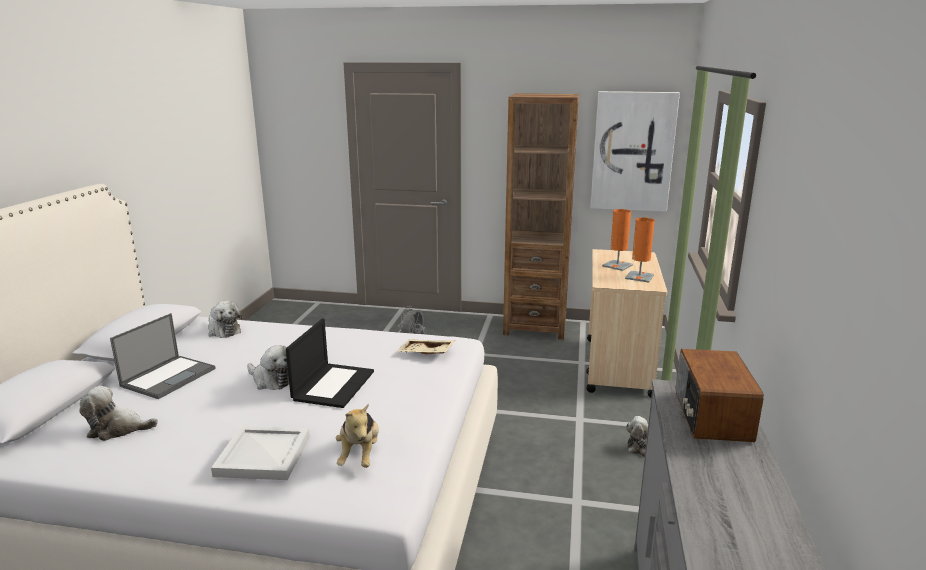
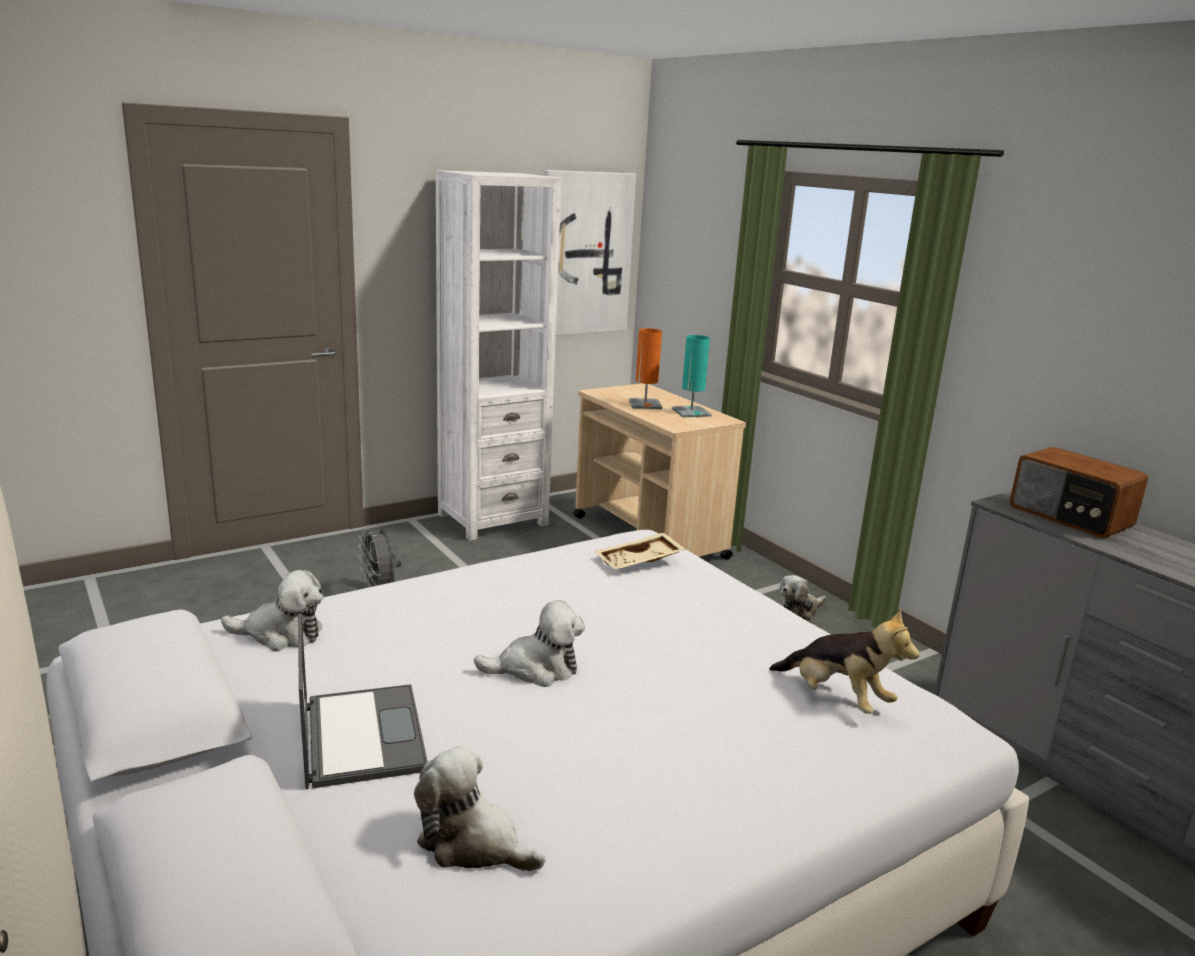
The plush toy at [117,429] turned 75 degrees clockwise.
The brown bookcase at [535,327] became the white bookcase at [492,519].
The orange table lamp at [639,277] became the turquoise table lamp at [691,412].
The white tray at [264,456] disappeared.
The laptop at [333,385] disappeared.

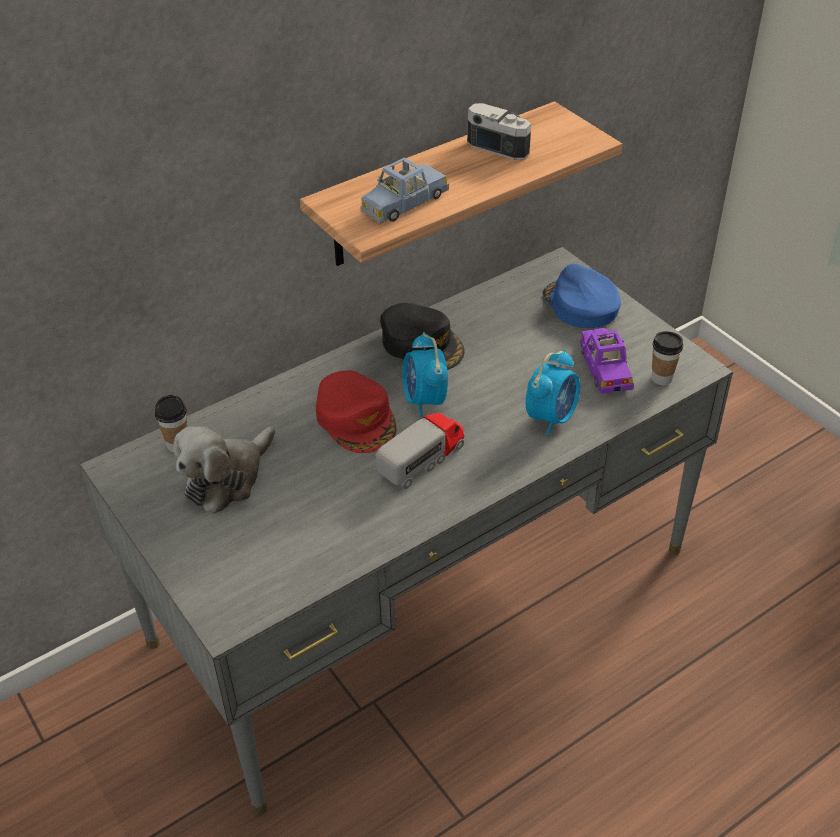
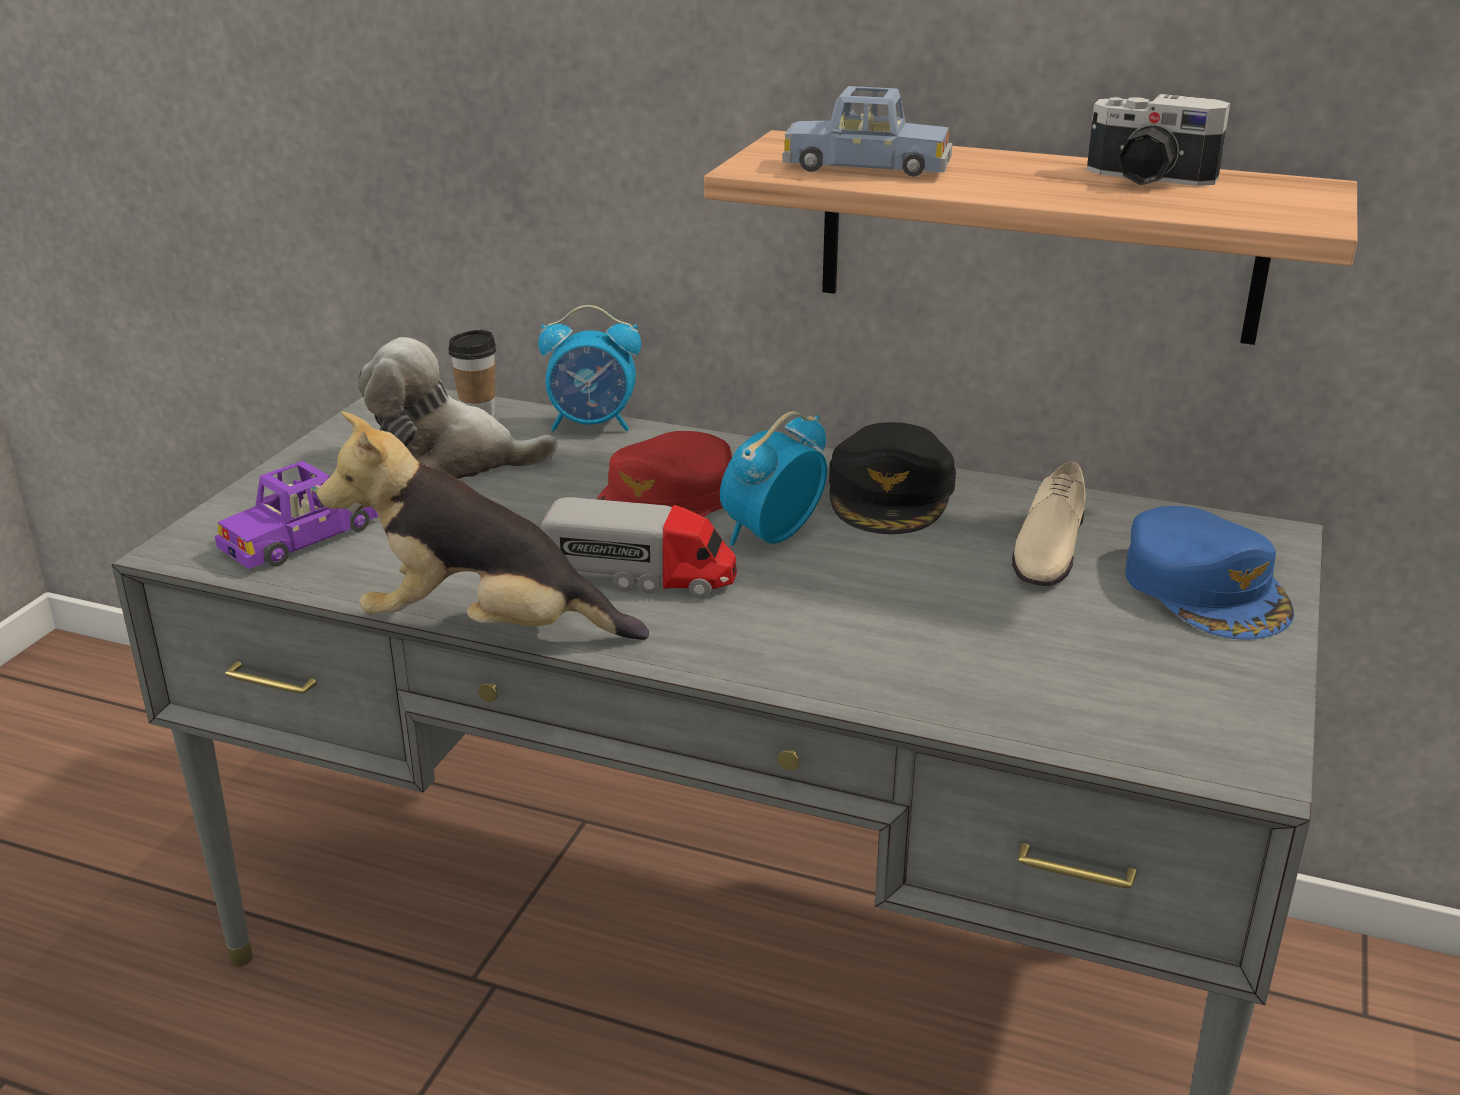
The purple toy car moved from [604,368] to [303,538].
The plush toy at [487,630] appeared.
The alarm clock moved from [551,417] to [593,425].
The beige shoe at [1048,547] appeared.
The photo camera at [502,144] turned 120 degrees clockwise.
The blue cap at [580,305] turned 135 degrees clockwise.
The cup at [661,378] disappeared.

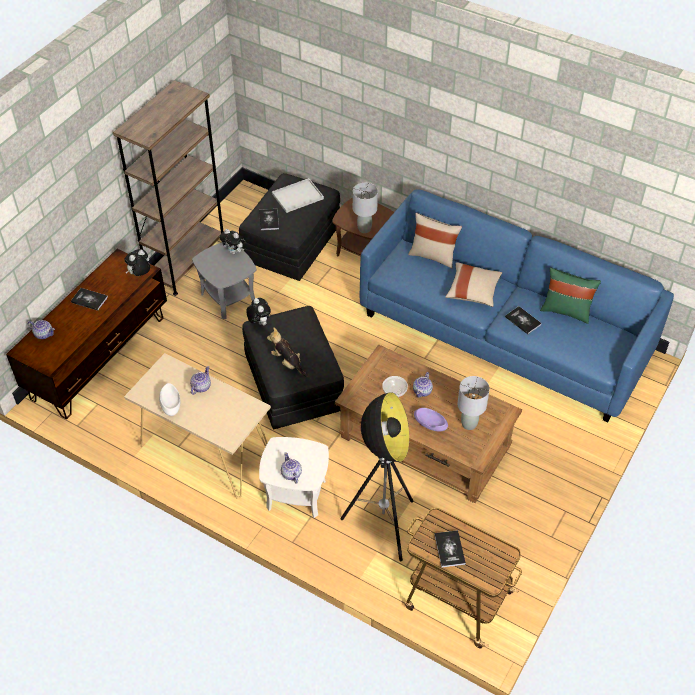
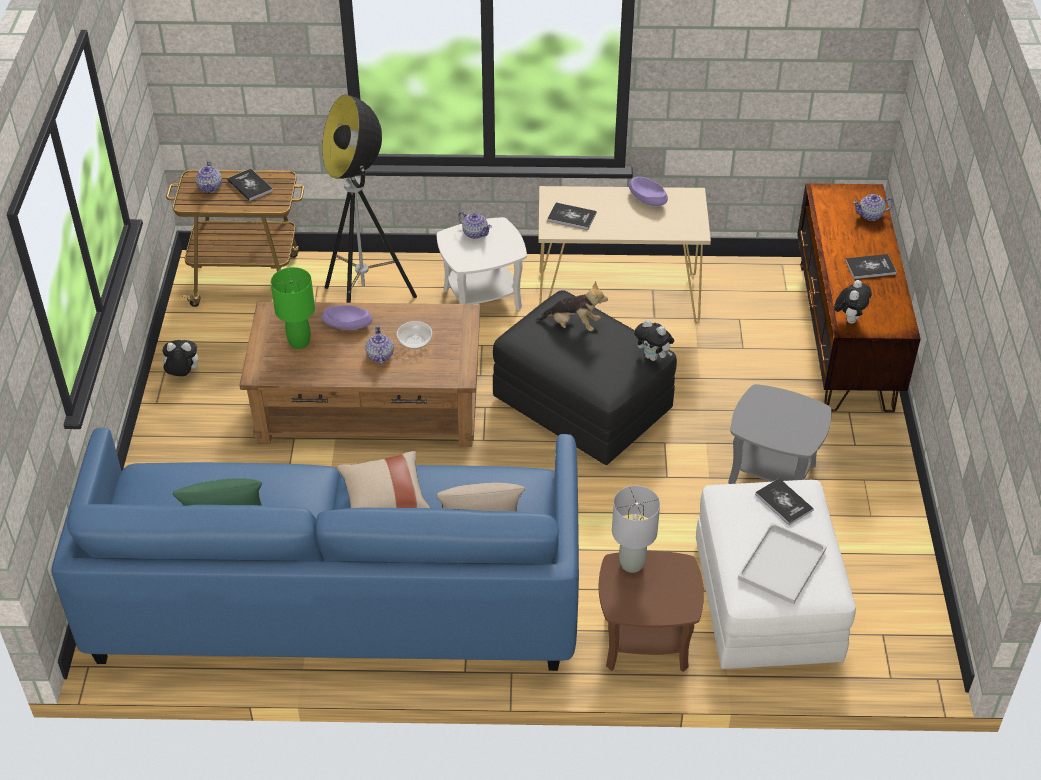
The plush toy moved from [234,252] to [182,375].
The teapot moved from [201,387] to [210,187].
The grey table lamp at [469,424] became the green table lamp at [299,342].
The book moved from [523,321] to [571,217].
The white bowl at [170,404] became the purple bowl at [647,199].
The black ottoman at [291,244] became the white ottoman at [765,600].
The brown bookcase at [186,262] disappeared.

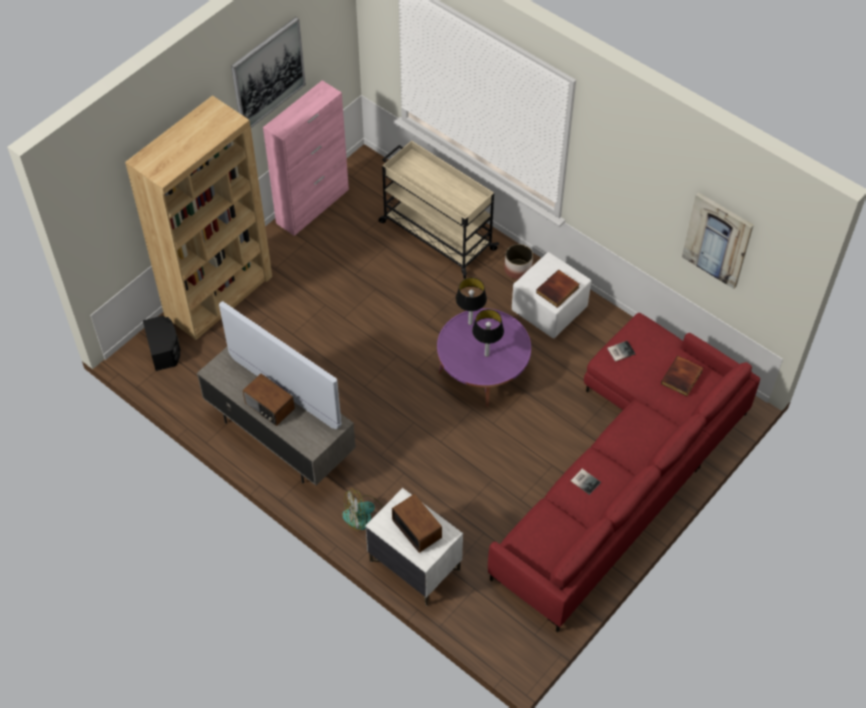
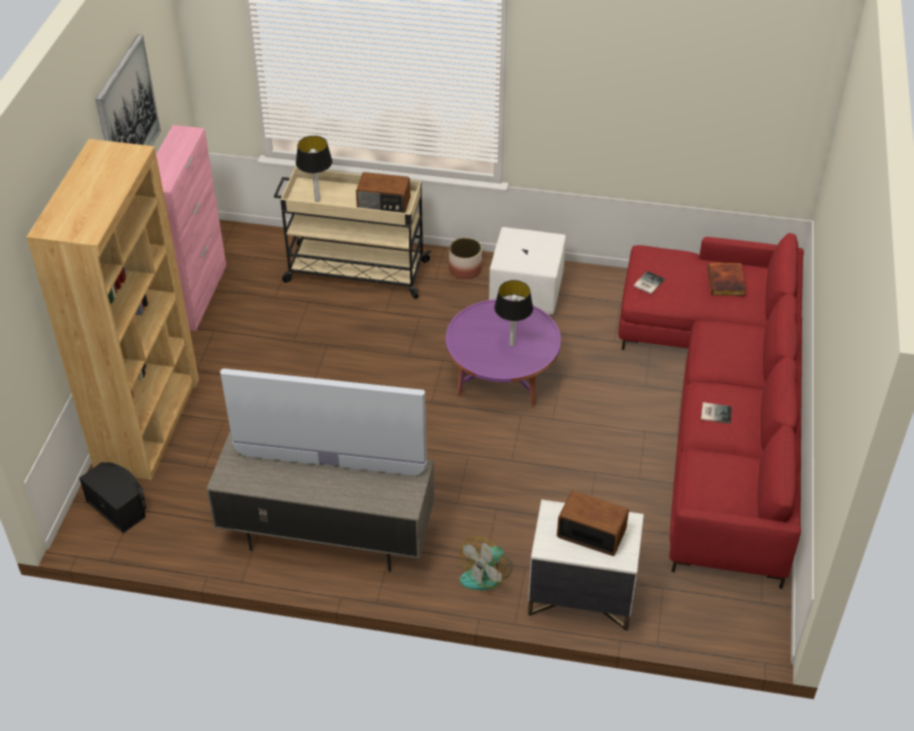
The table lamp moved from [470,323] to [317,200].
The radio moved from [269,407] to [384,205].
The book at [558,290] disappeared.
The picture at [717,240] disappeared.

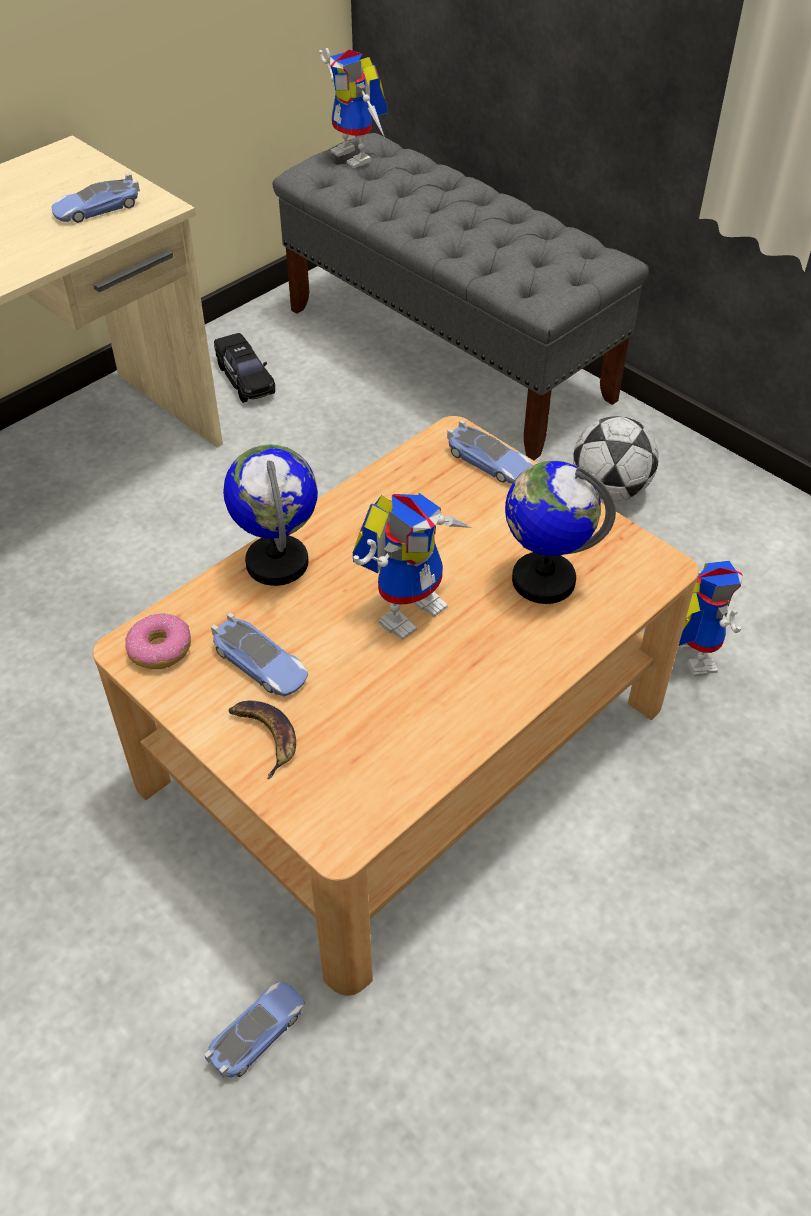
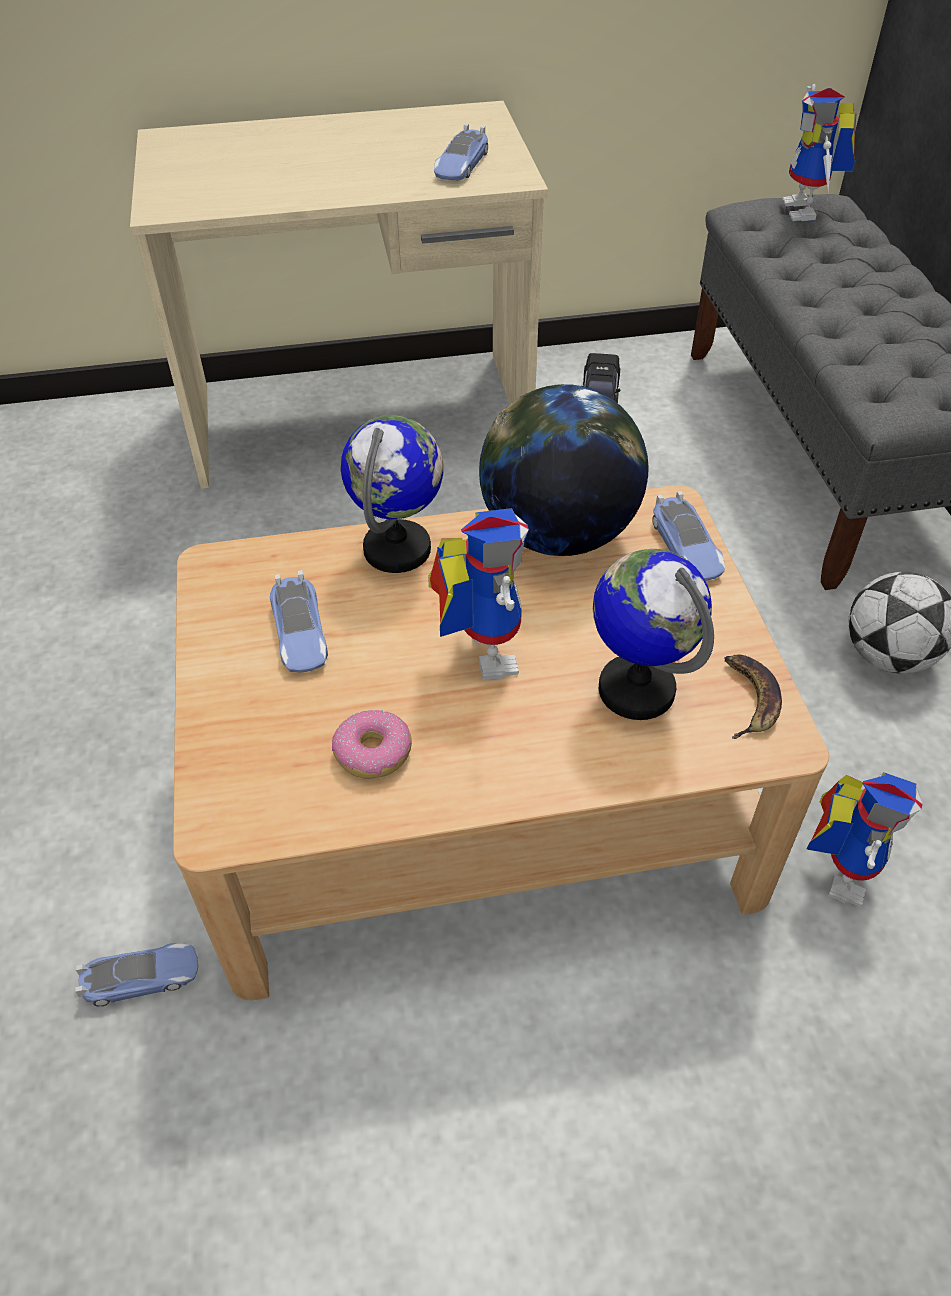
The donut moved from [160,648] to [373,752].
The toy robot at [409,606] turned 90 degrees counterclockwise.
The toy car at [97,209] turned 75 degrees counterclockwise.
The globe at [558,535] appeared.
The banana moved from [264,736] to [748,698].

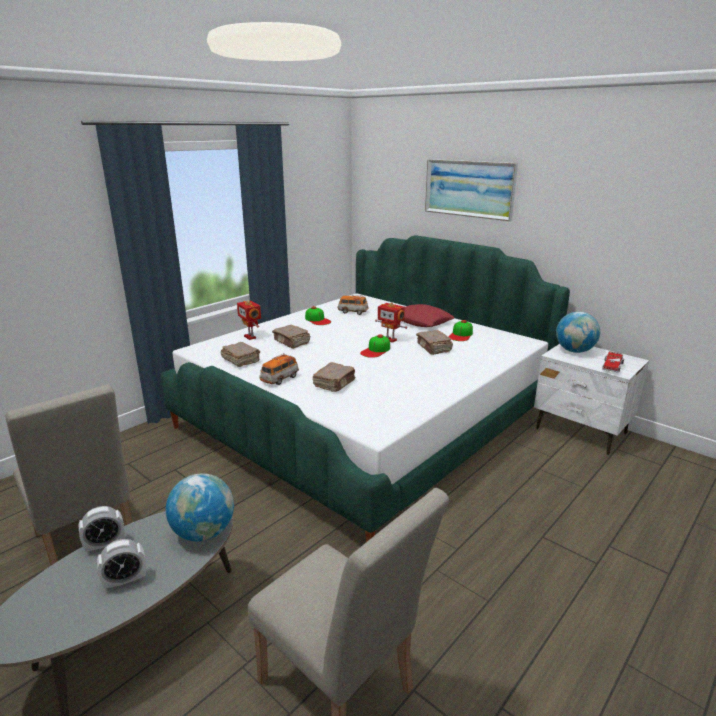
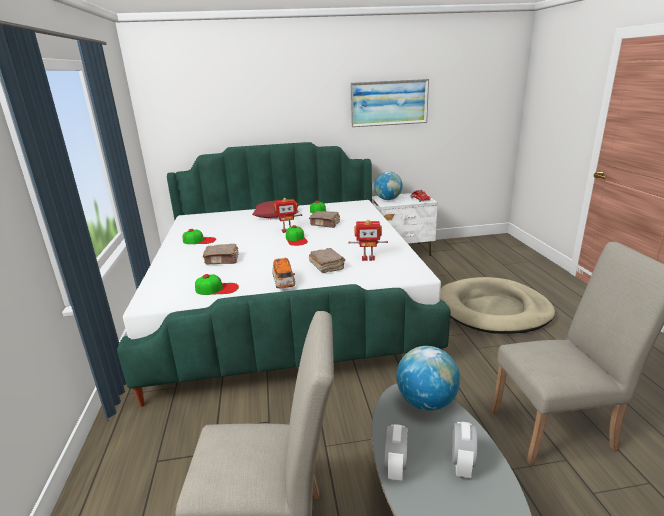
The brown book at [240,360] was replaced by the cap at [217,288].
The toy robot moved from [251,337] to [368,258].
The picture moved from [469,188] to [389,103].
The beige dog bed at [493,309] appeared.
The toy car at [352,312] disappeared.

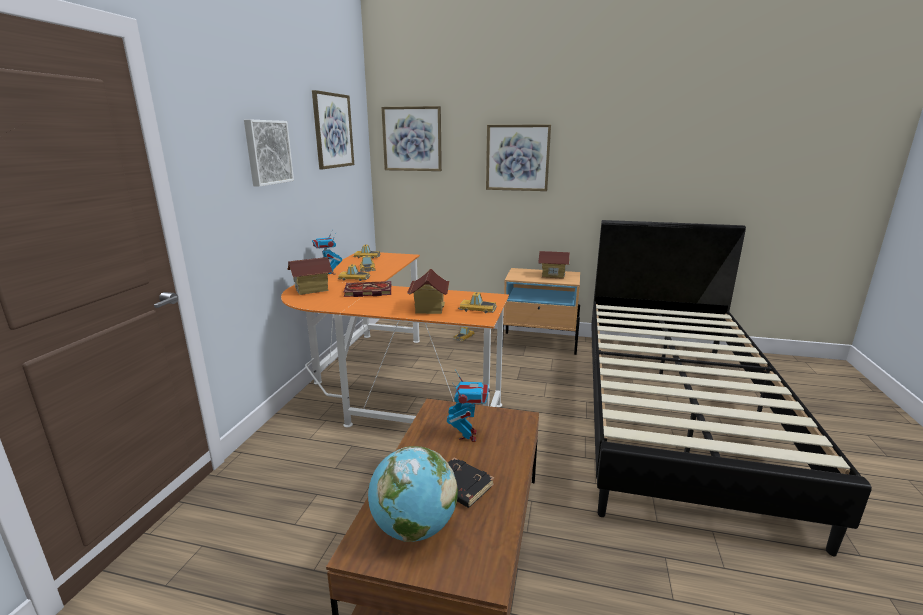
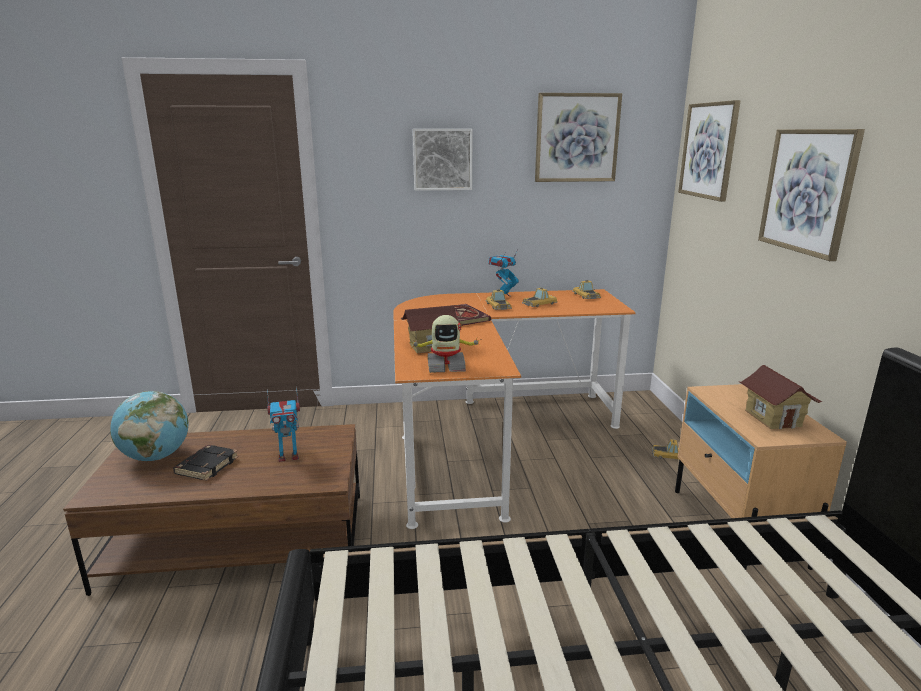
The toy car at [477,309] was replaced by the toy robot at [446,366].
The toy house at [312,290] disappeared.

